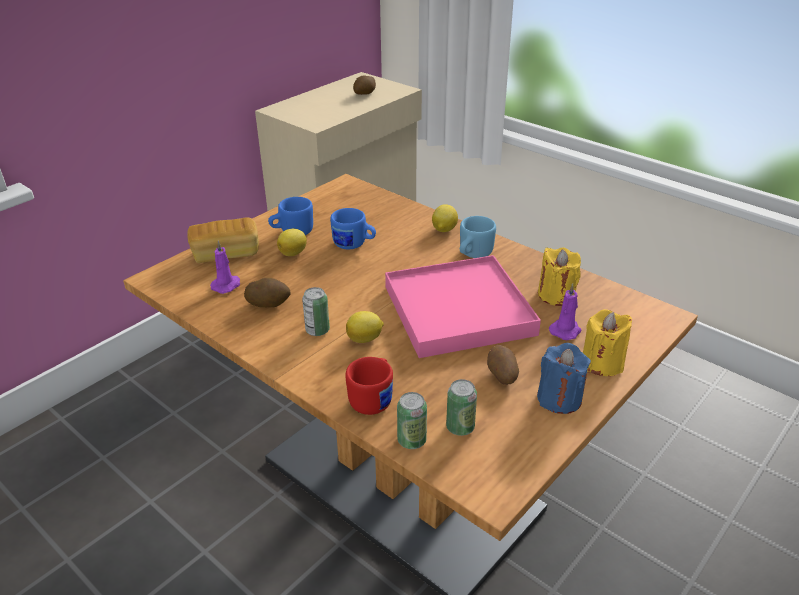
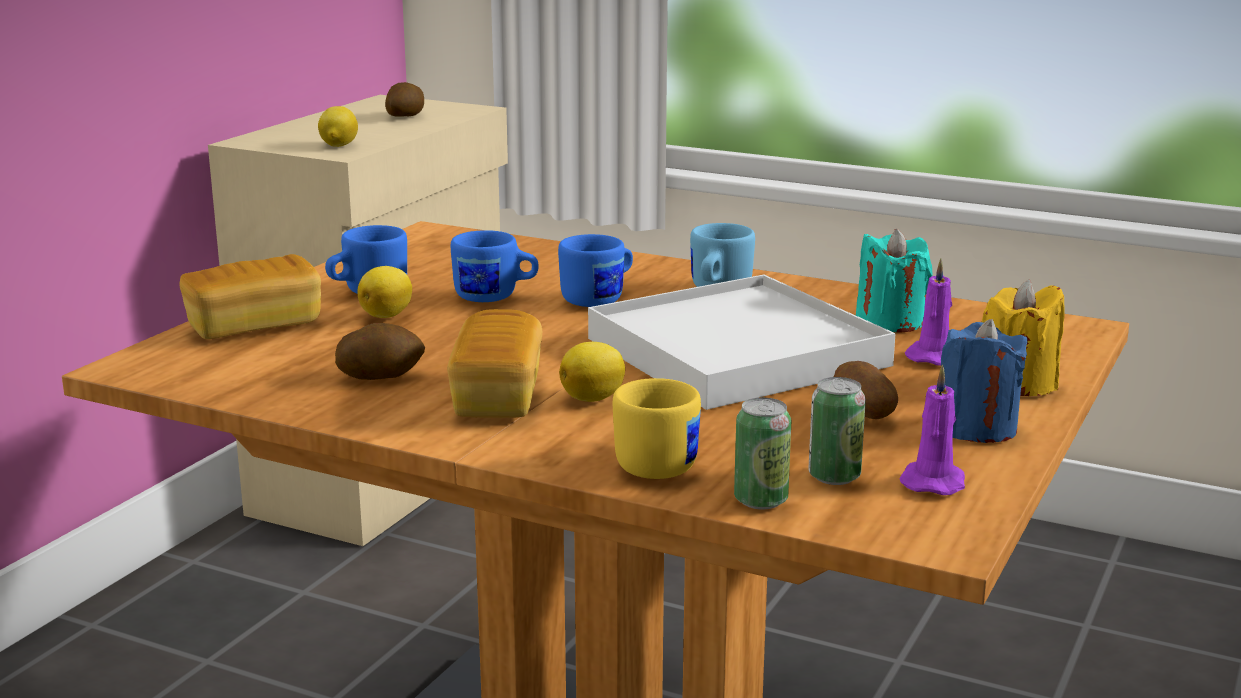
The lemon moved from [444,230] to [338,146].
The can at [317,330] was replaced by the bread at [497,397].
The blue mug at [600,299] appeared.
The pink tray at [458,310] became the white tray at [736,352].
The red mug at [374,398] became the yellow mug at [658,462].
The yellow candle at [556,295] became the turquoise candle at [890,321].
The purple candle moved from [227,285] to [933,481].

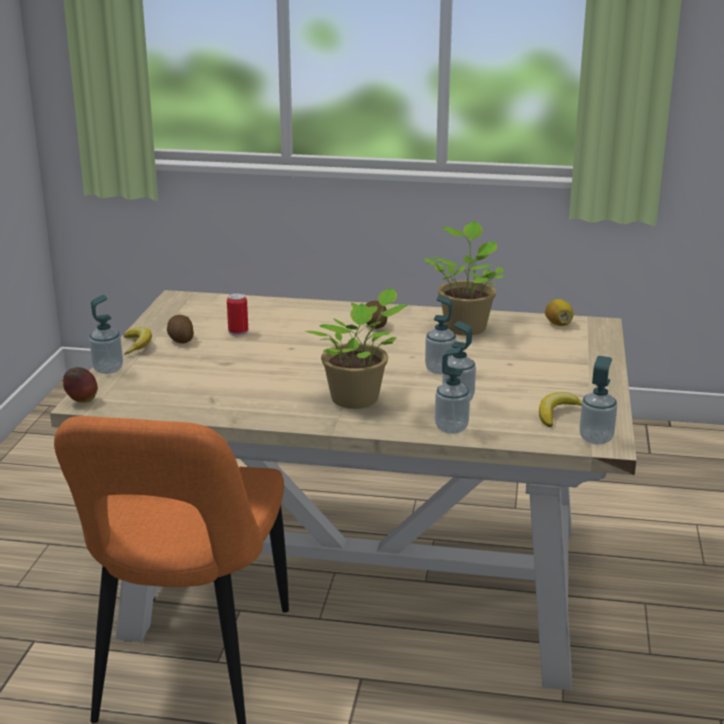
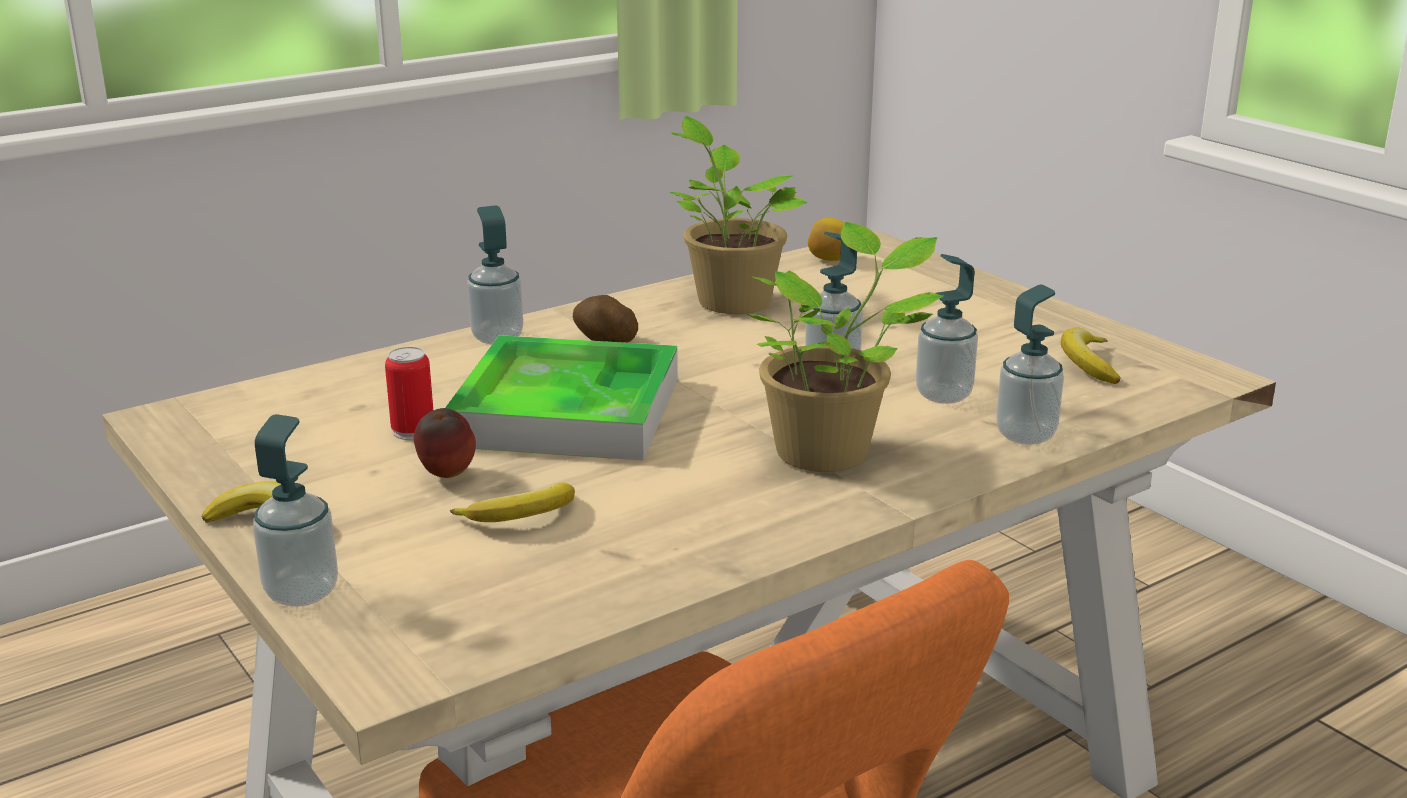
The apple moved from [82,401] to [446,477].
The tray at [567,411] appeared.
The banana at [521,517] appeared.
The soap dispenser moved from [596,438] to [497,337].
The potato at [180,339] disappeared.

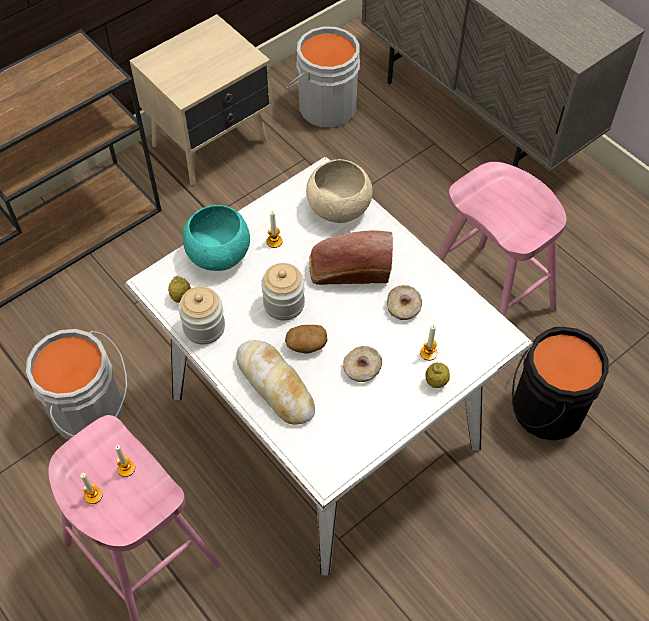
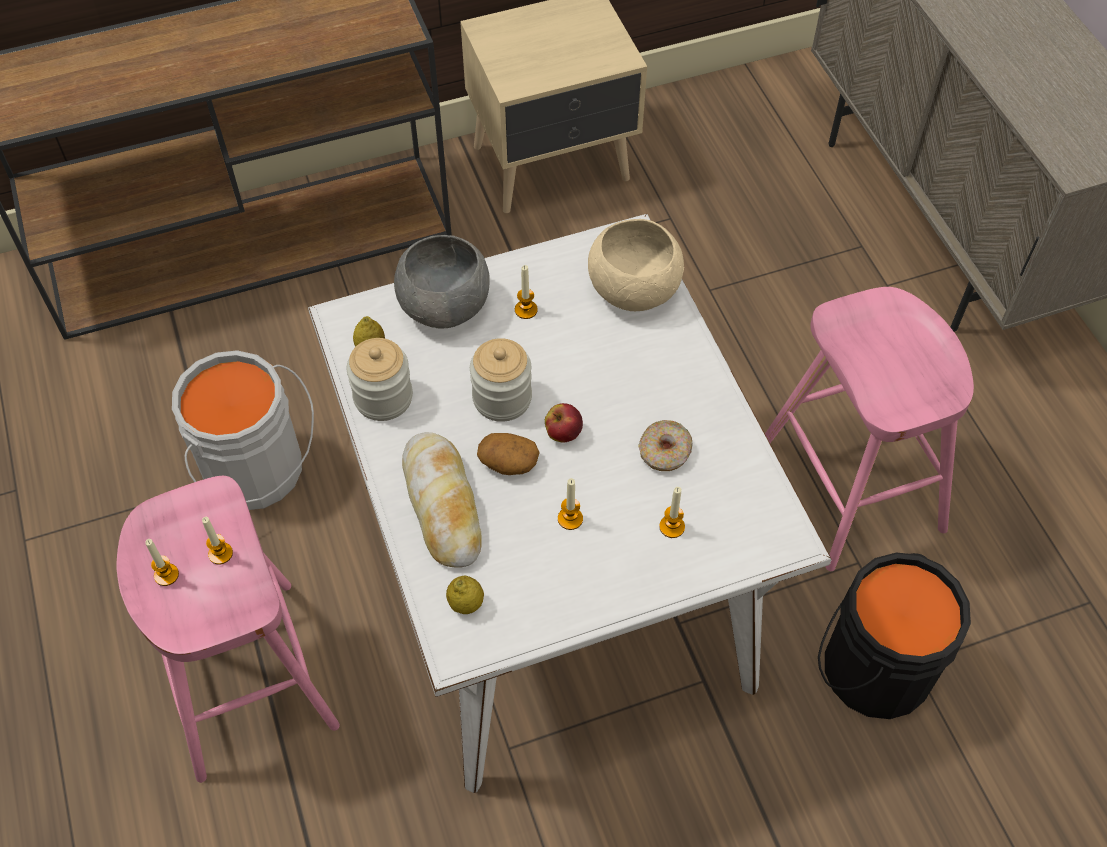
The turquoise bowl at [218,254] became the grey bowl at [443,305].
The lemon moved from [436,382] to [466,604].
The apple at [563,433] appeared.
The donut at [362,368] was replaced by the candle at [570,519].
The grey bucket at [325,105] disappeared.
The bread at [348,270] disappeared.

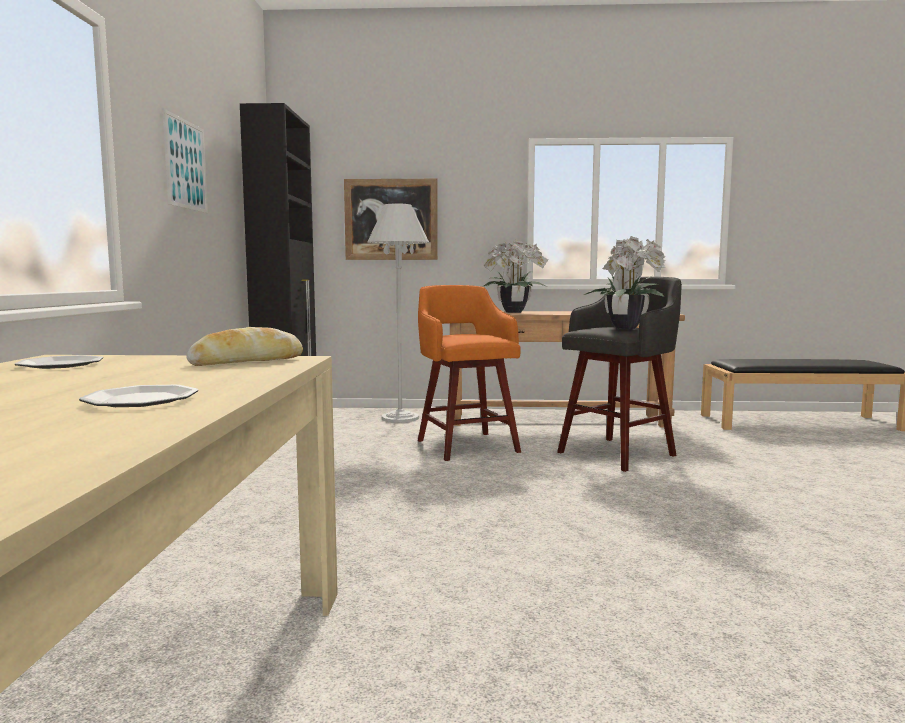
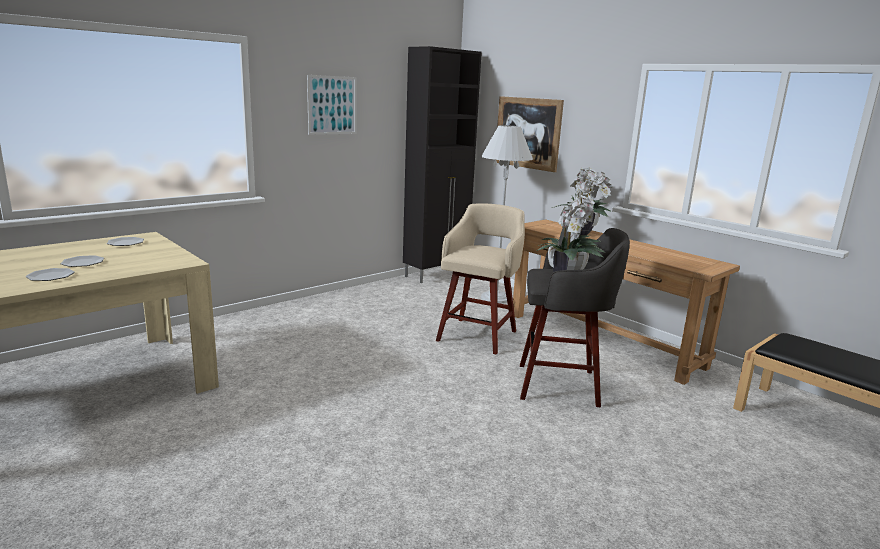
The plate at [82,263] appeared.
The orange stool at [466,445] became the beige stool at [478,335].
The bread at [247,361] disappeared.

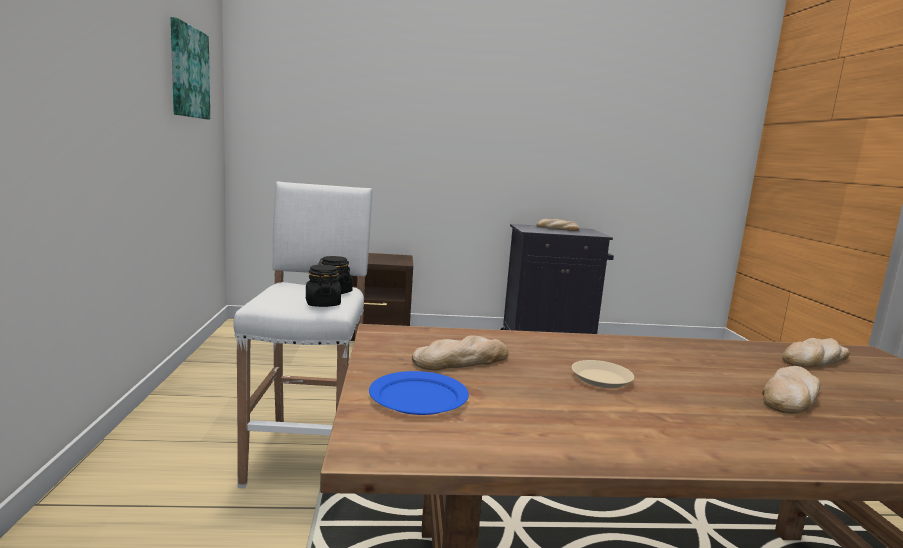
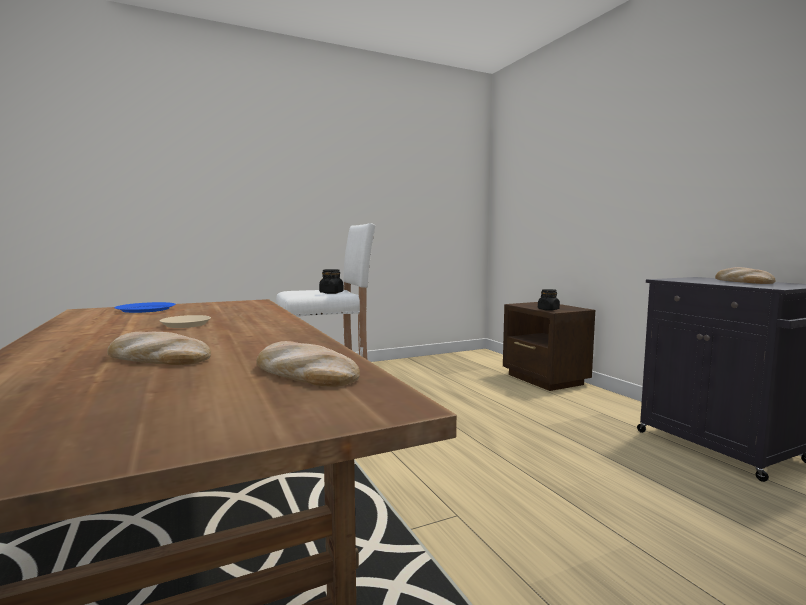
The black jar moved from [322,304] to [548,309].
The picture at [188,72] disappeared.
The bread at [461,360] disappeared.

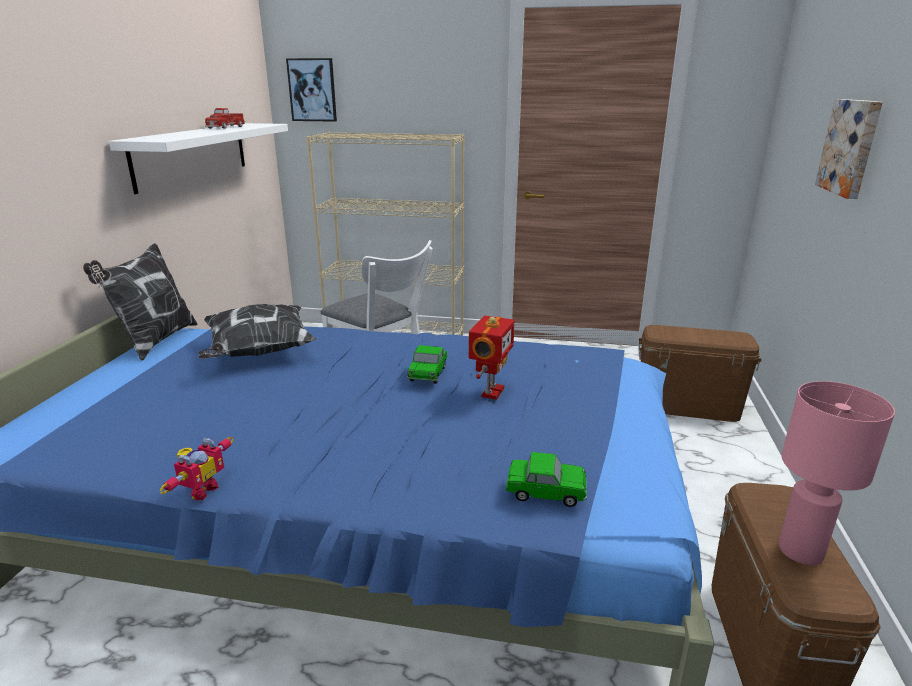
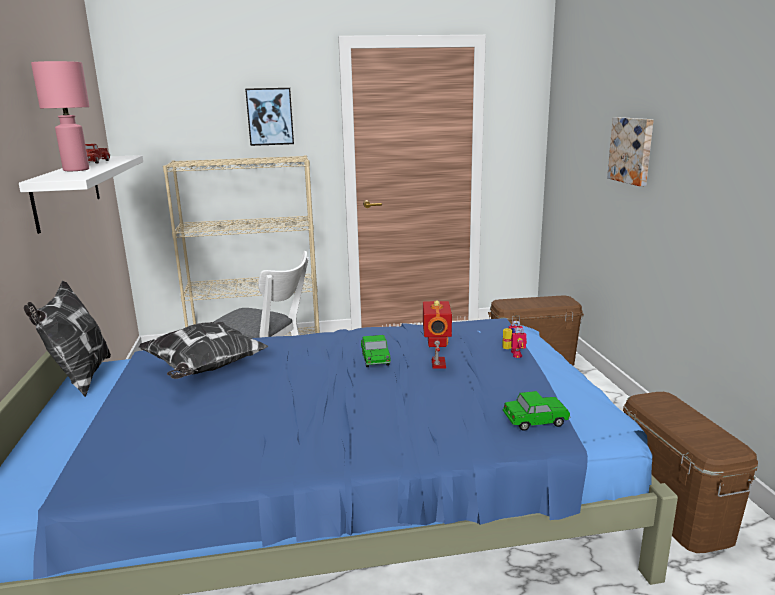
The pink table lamp moved from [801,551] to [77,170].
The picture moved from [312,90] to [270,116].
The toy robot moved from [200,490] to [512,354].

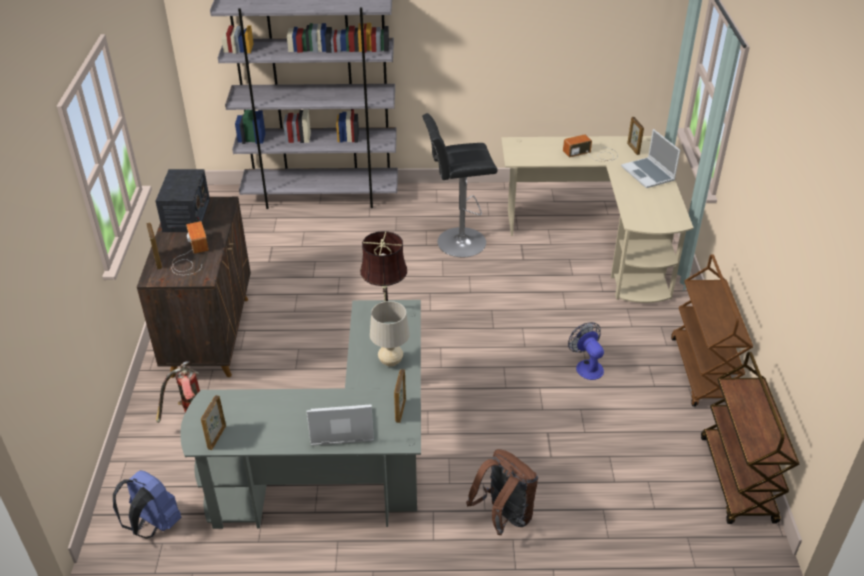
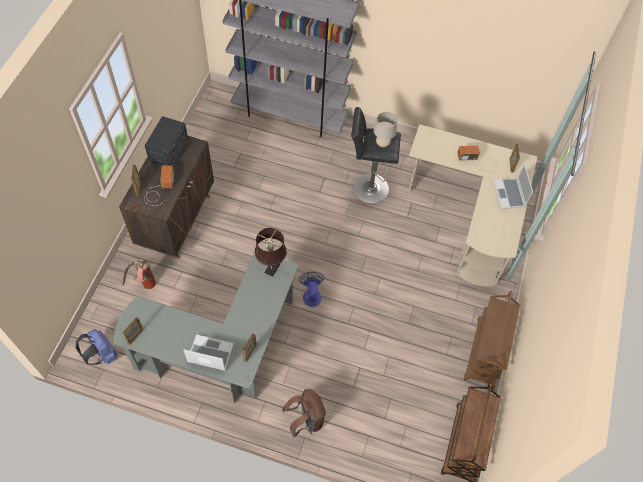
The fan moved from [586,366] to [311,294].
The beige table lamp moved from [390,362] to [382,144].

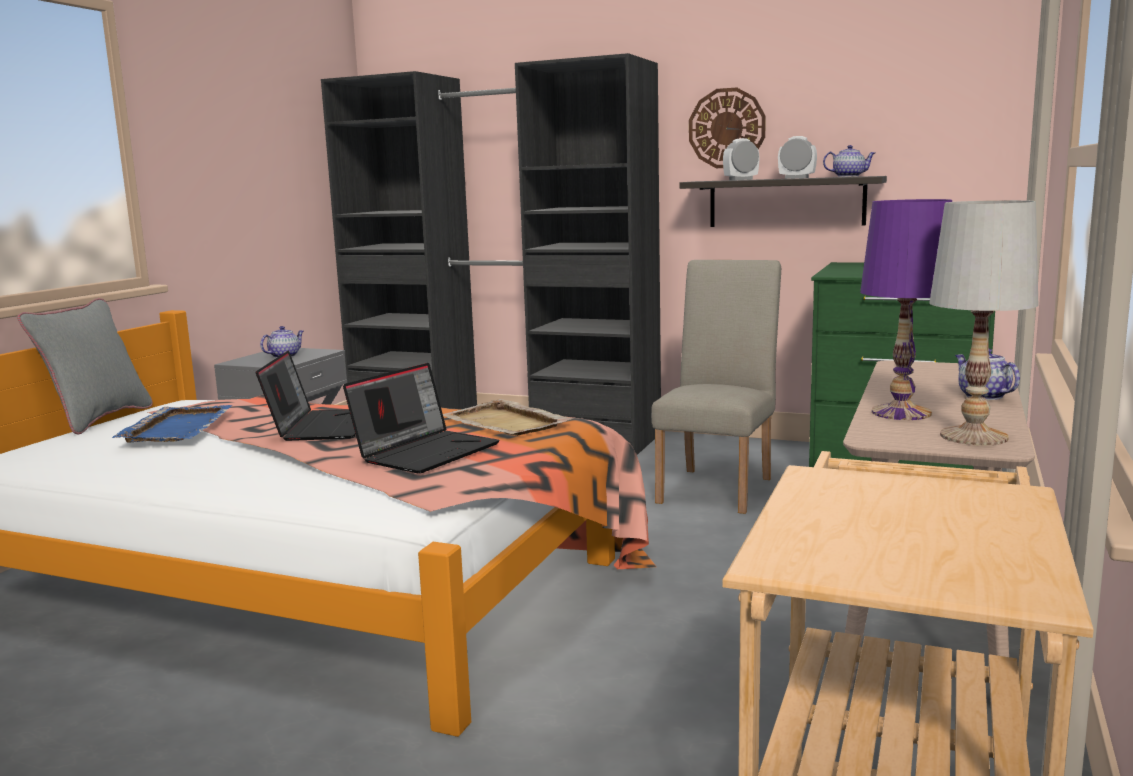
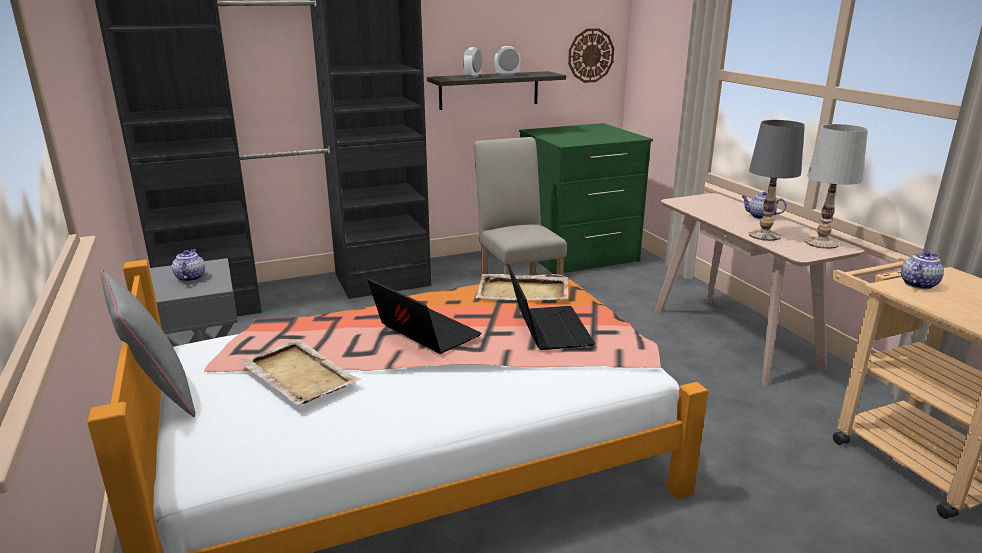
The blue tray at [177,427] became the beige tray at [298,374].
The wall clock moved from [726,128] to [590,55].
The purple table lamp at [900,413] became the grey table lamp at [764,235].
The teapot moved from [849,176] to [918,284].

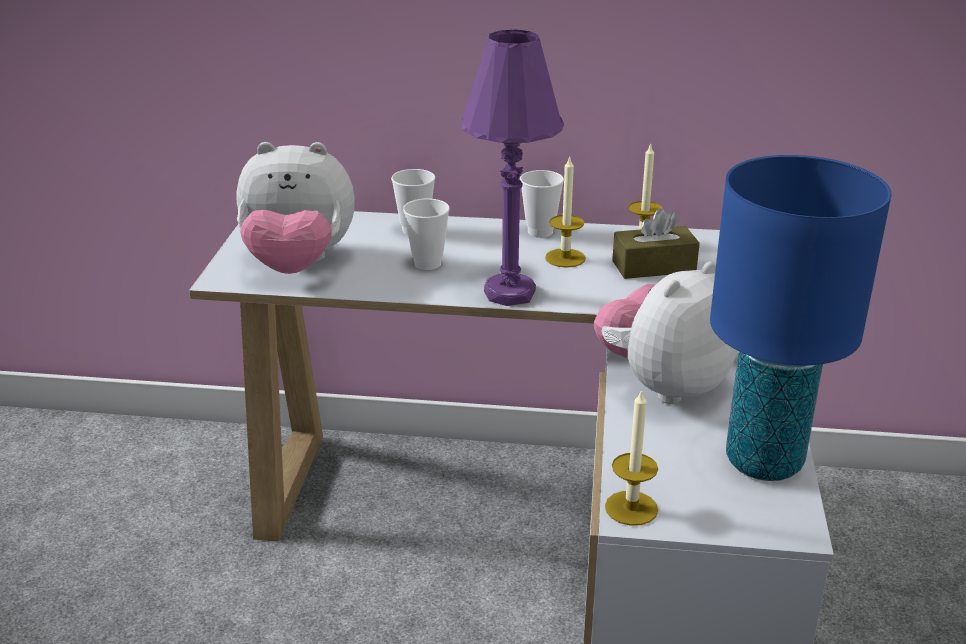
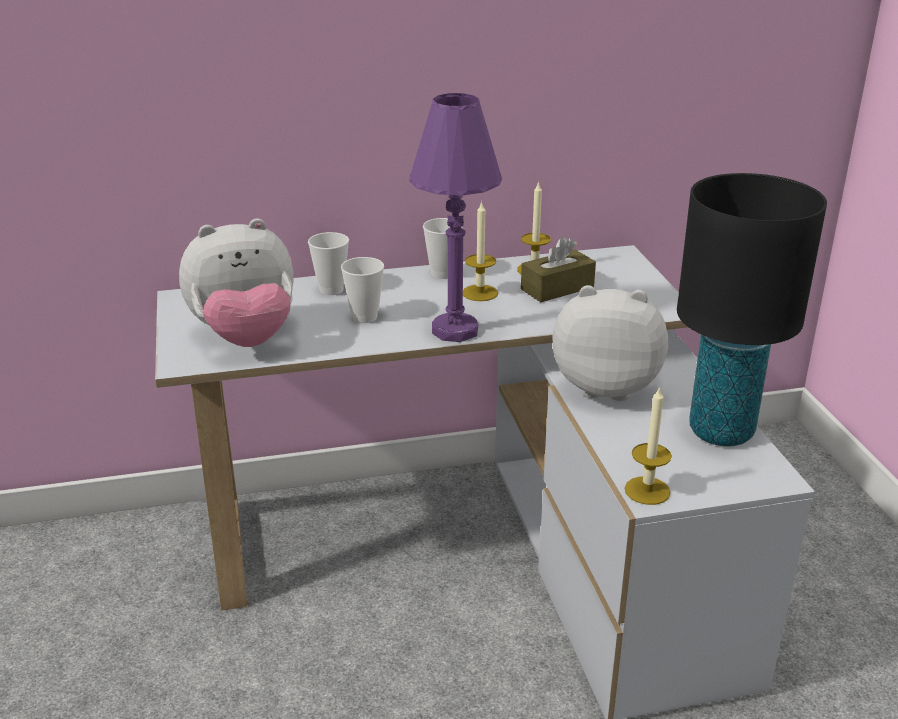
The plush toy at [663,385] turned 75 degrees clockwise.
The blue table lamp at [764,461] became the black table lamp at [721,431].

